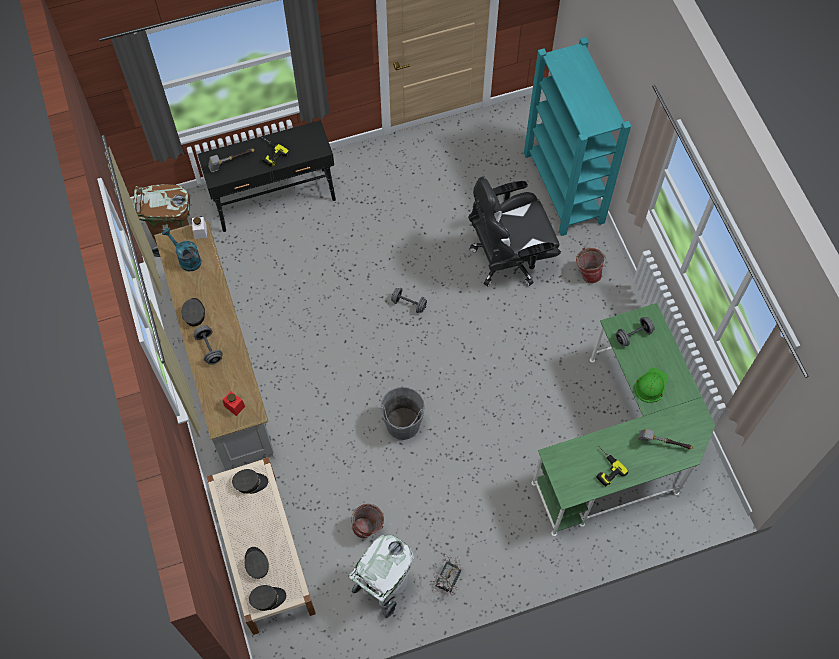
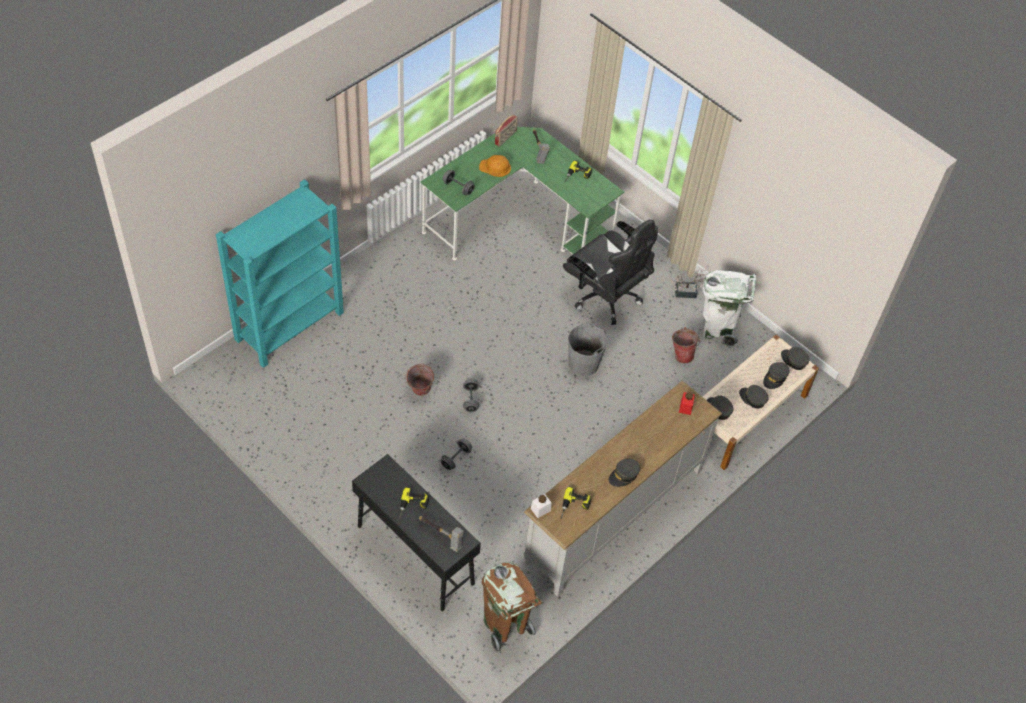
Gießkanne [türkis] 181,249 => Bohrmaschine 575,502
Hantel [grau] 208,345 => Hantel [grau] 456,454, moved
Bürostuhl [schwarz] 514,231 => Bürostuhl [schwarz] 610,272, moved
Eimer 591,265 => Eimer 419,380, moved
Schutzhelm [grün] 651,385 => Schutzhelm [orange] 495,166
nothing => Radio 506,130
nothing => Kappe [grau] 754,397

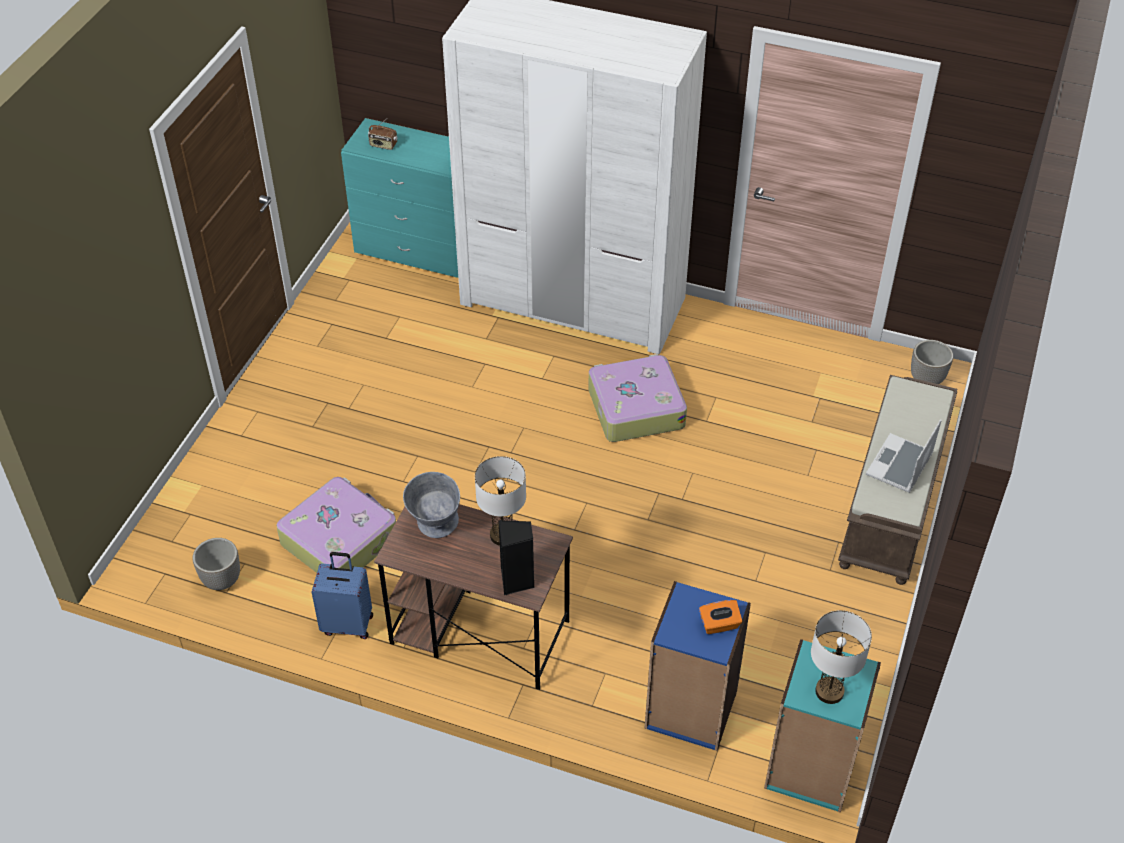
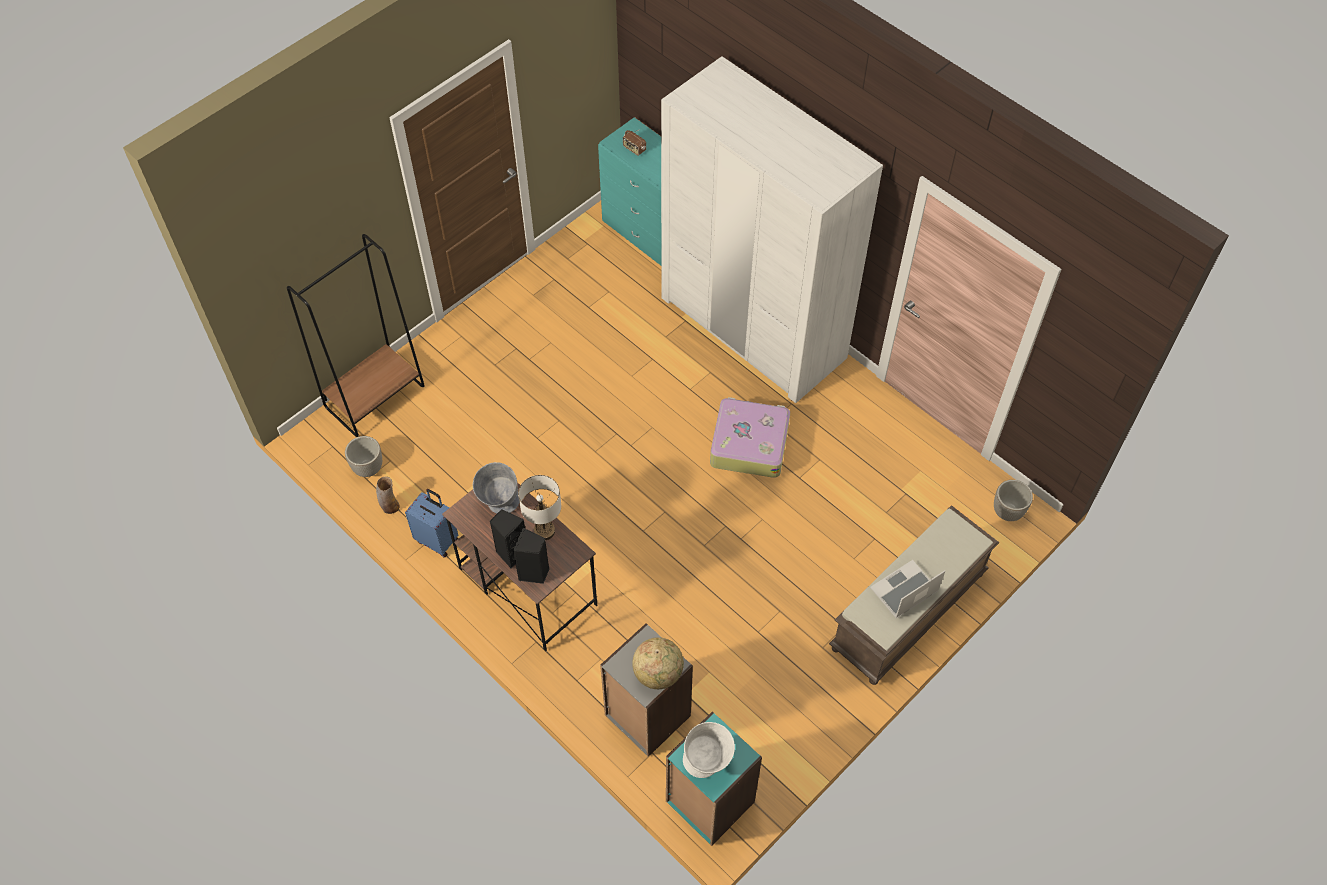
Koffer 336,525 => nothing
Bücherregal [blau] 697,666 => Bücherregal [grau] 646,690
Taschentuchbox [orange] 720,617 => Globus 658,663
Tischlampe 841,657 => Schüssel [weiß] 709,750
nothing => Kleiderständer 356,335
nothing => Vase 388,495
nothing => Lautsprecher [schwarz] 507,539

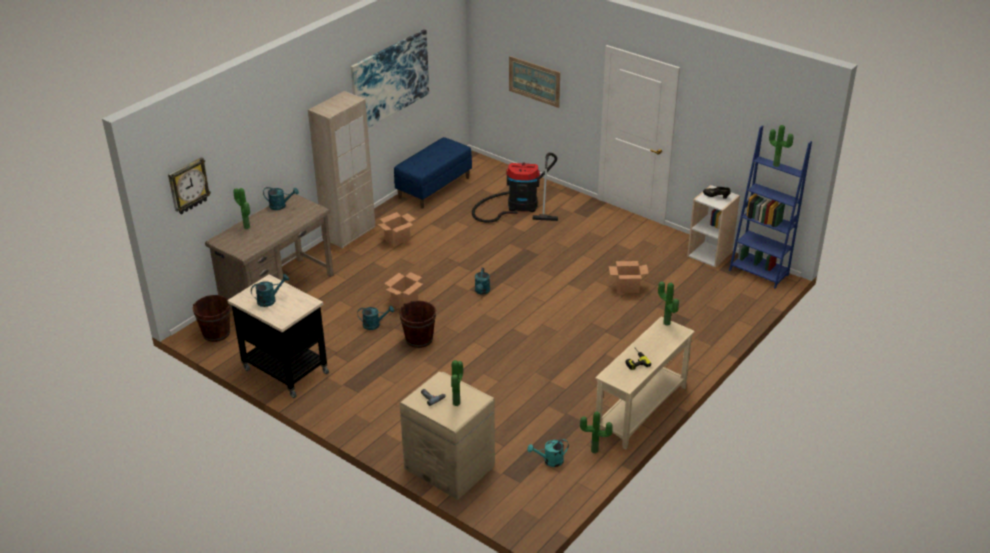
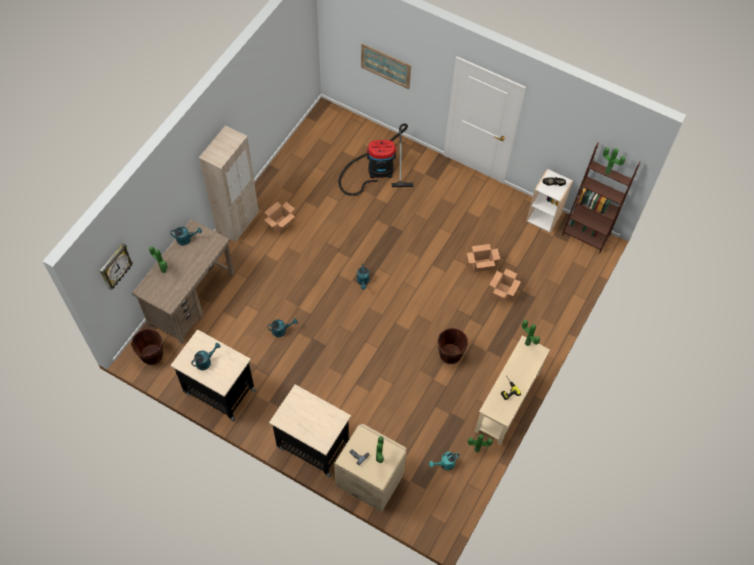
Bild 390,78 => nothing
Karton 403,290 => Karton 505,285, moved
Bank [blau] 433,172 => nothing
Eimer [braun] 417,324 => Eimer [braun] 453,346, moved
Bücherregal [blau] 770,207 => Bücherregal [braun] 600,198
nothing => Rollwagen [schwarz] 310,431

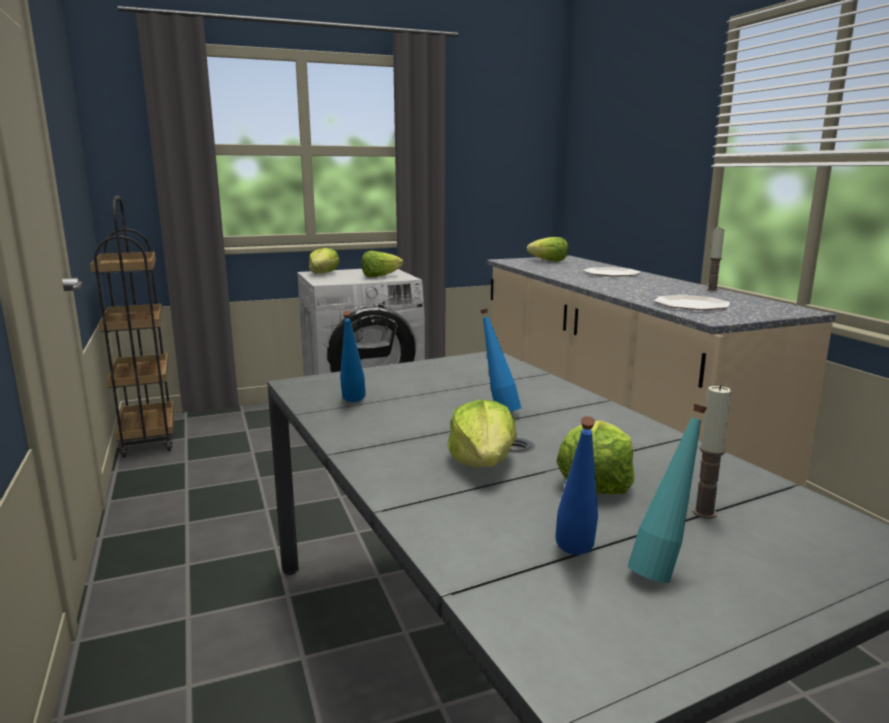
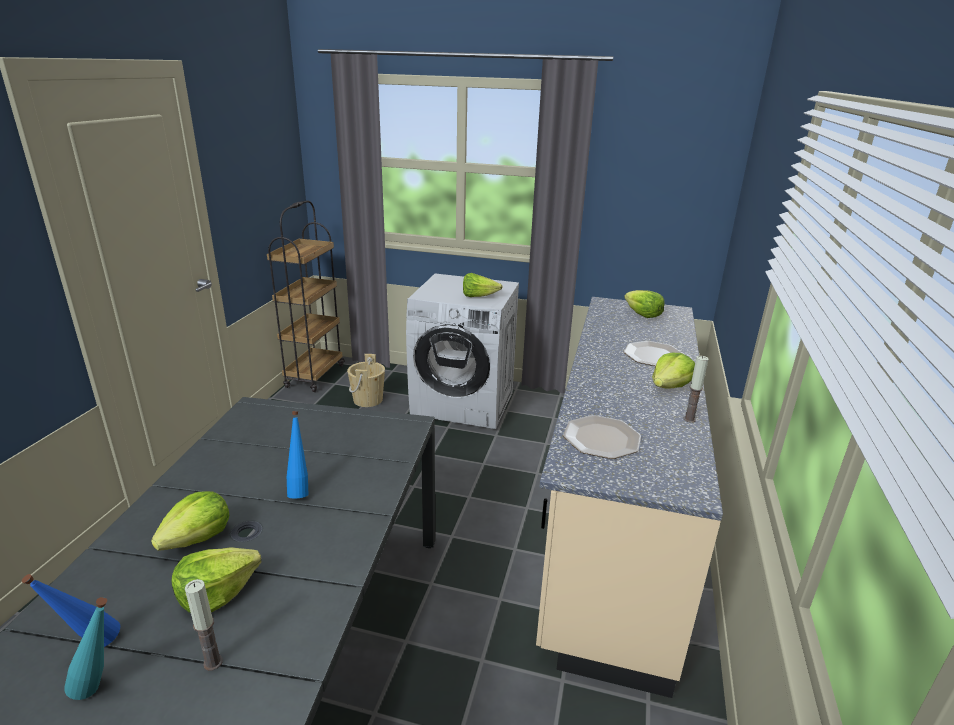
Salatkopf 324,261 => Salatkopf 673,371, moved
Flasche [blau] 353,356 => nothing
nothing => Eimer [beige] 366,380

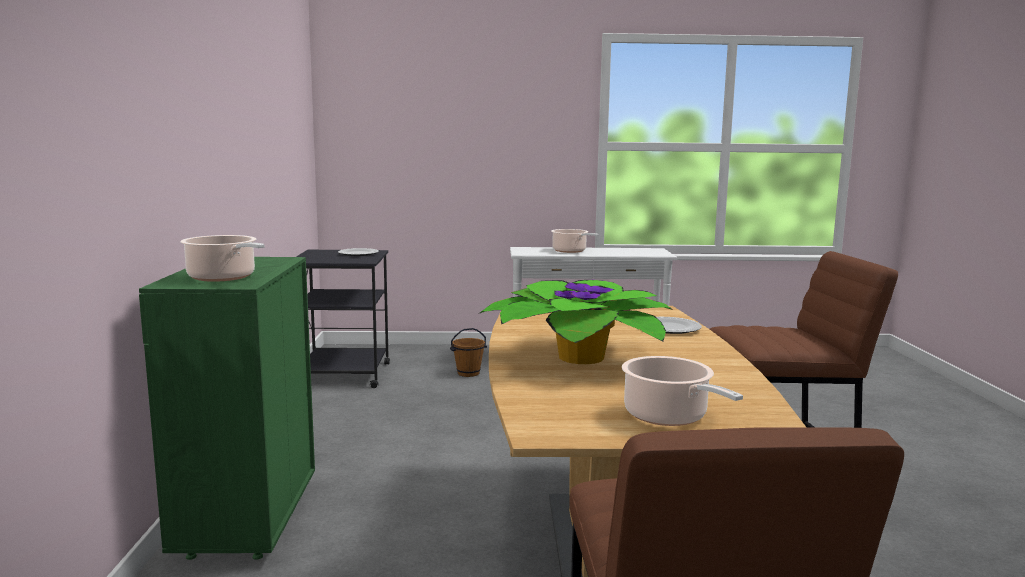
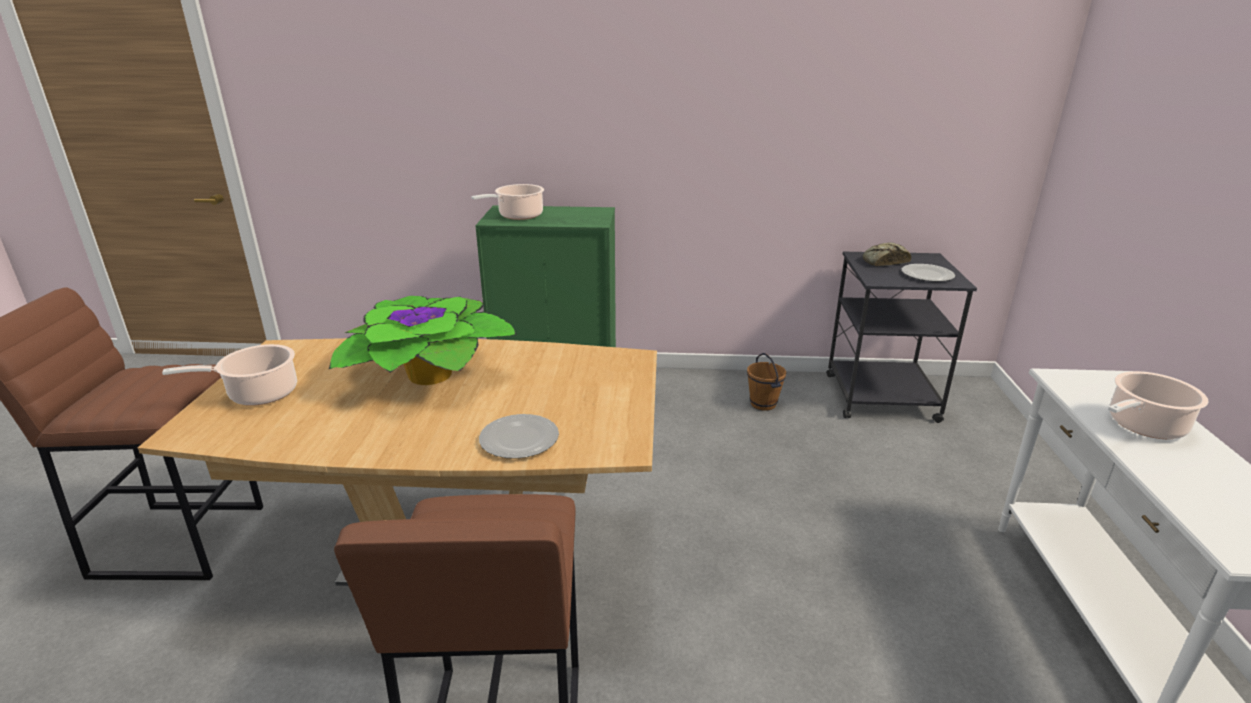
Eimer [braun] 468,352 => Eimer [braun] 766,382, moved
nothing => Brot 887,254

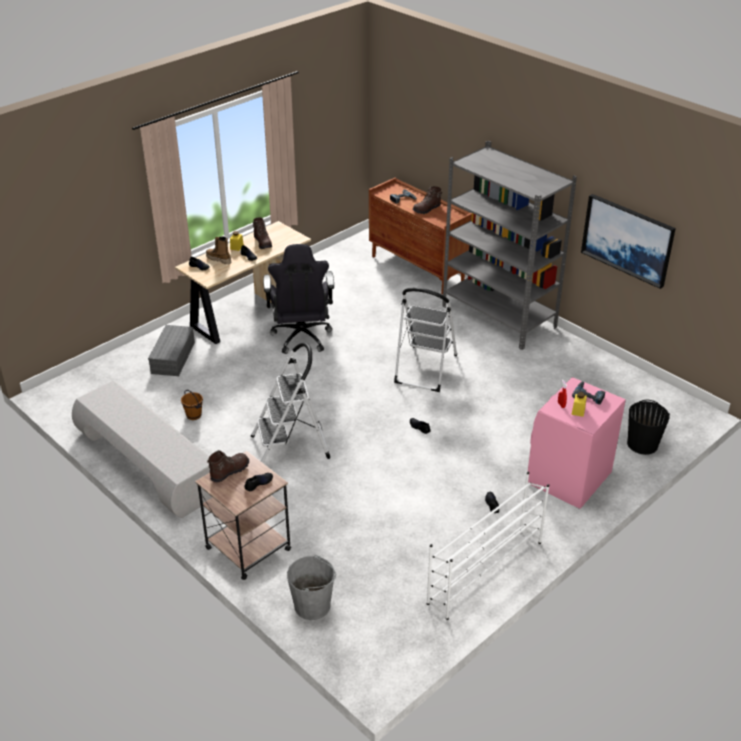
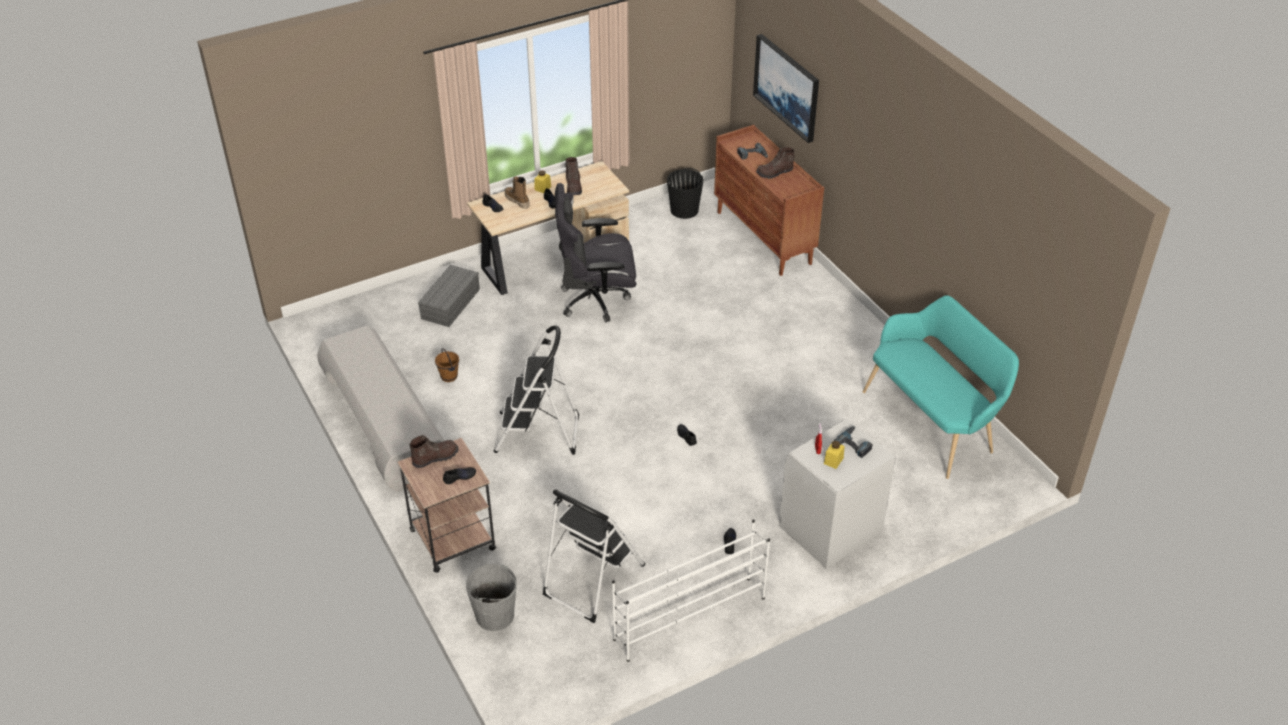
Bürostuhl [schwarz] 298,299 => Bürostuhl [schwarz] 595,252, 75 degrees clockwise
Trittleiter 425,340 => Trittleiter 594,556, moved
Bücherregal [grau] 509,245 => nothing
Waschmaschine [rosa] 577,443 => Waschmaschine [weiß] 837,493
Bild 628,241 => Bild 786,88, moved
Eimer [schwarz] 648,427 => Eimer [schwarz] 685,193, moved
nothing => Bank [türkis] 940,387

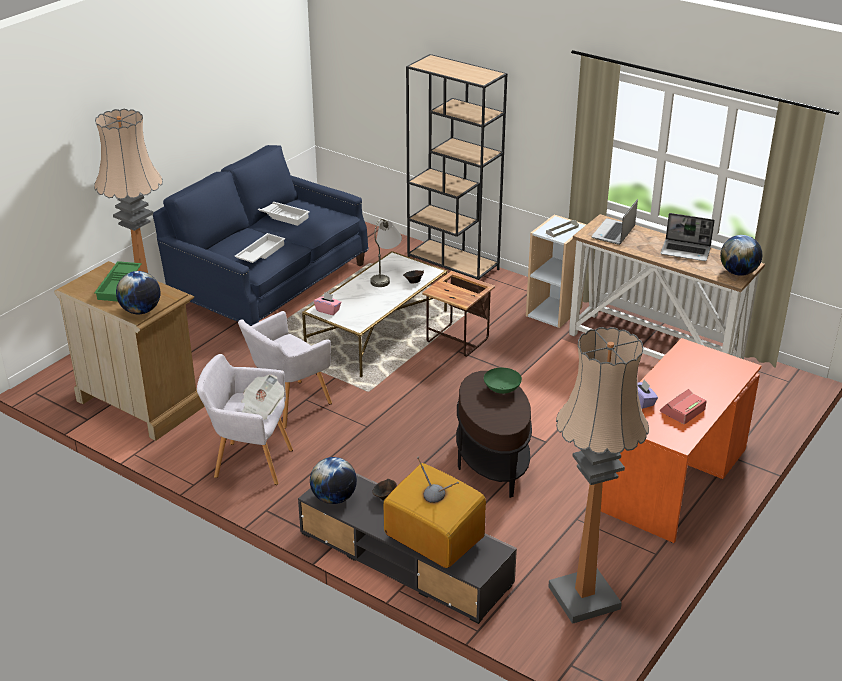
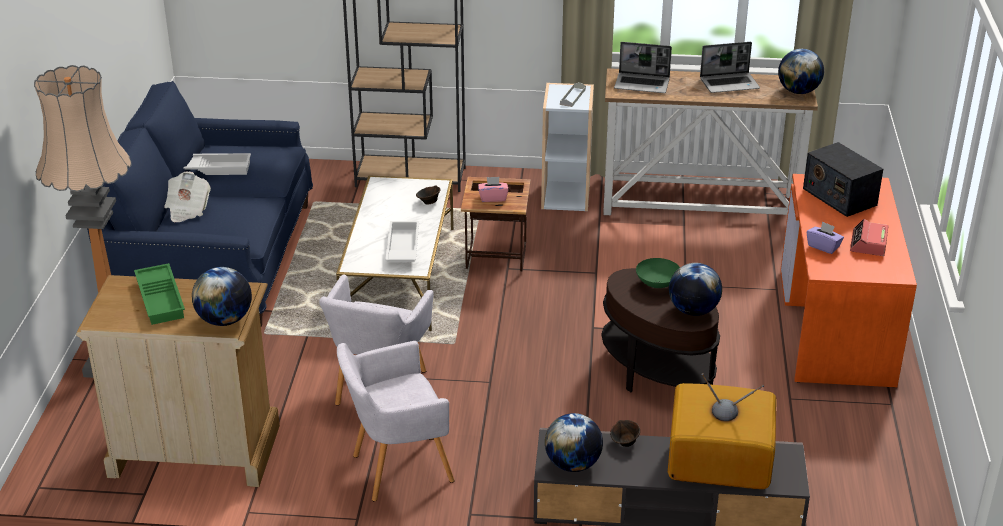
Tablett [weiß] 260,248 => Tablett [weiß] 402,241, moved
Zeitung 262,397 => Zeitung 187,197, moved
Taschentuchbox [rosa] 327,303 => Taschentuchbox [rosa] 493,189, moved
Tischlampe [grau] 386,253 => nothing
Stehlampe 598,475 => nothing
Laptop 614,222 => Laptop 643,67, 75 degrees counterclockwise
nothing => Globus 695,289
nothing => Radio 843,179

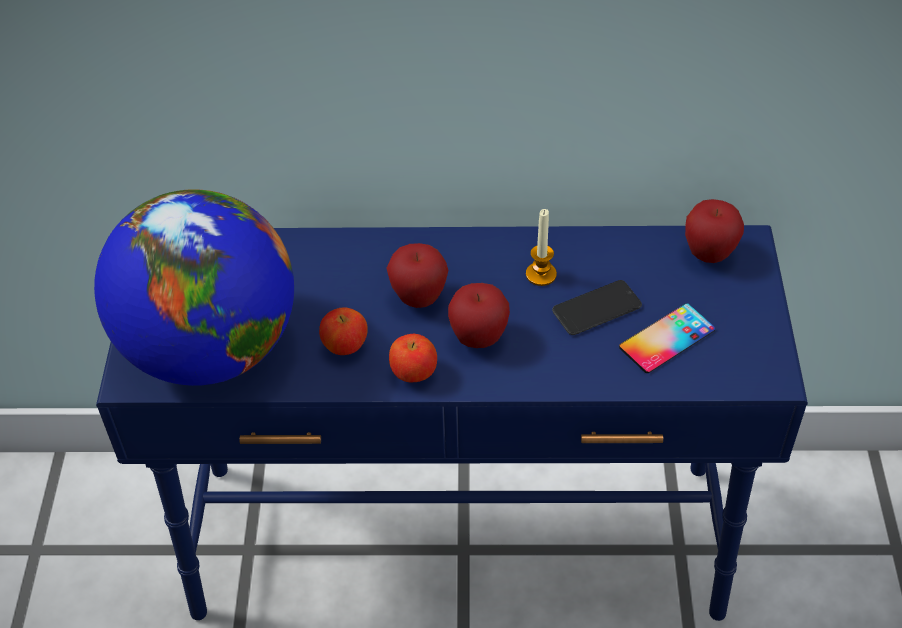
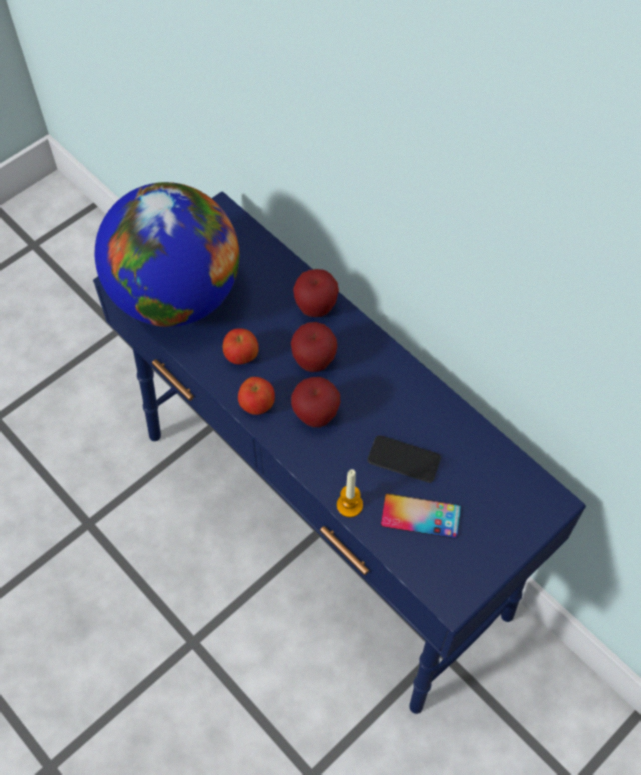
Kerze 541,247 => Kerze 350,493, moved
Apfel 714,231 => Apfel 316,293, moved

